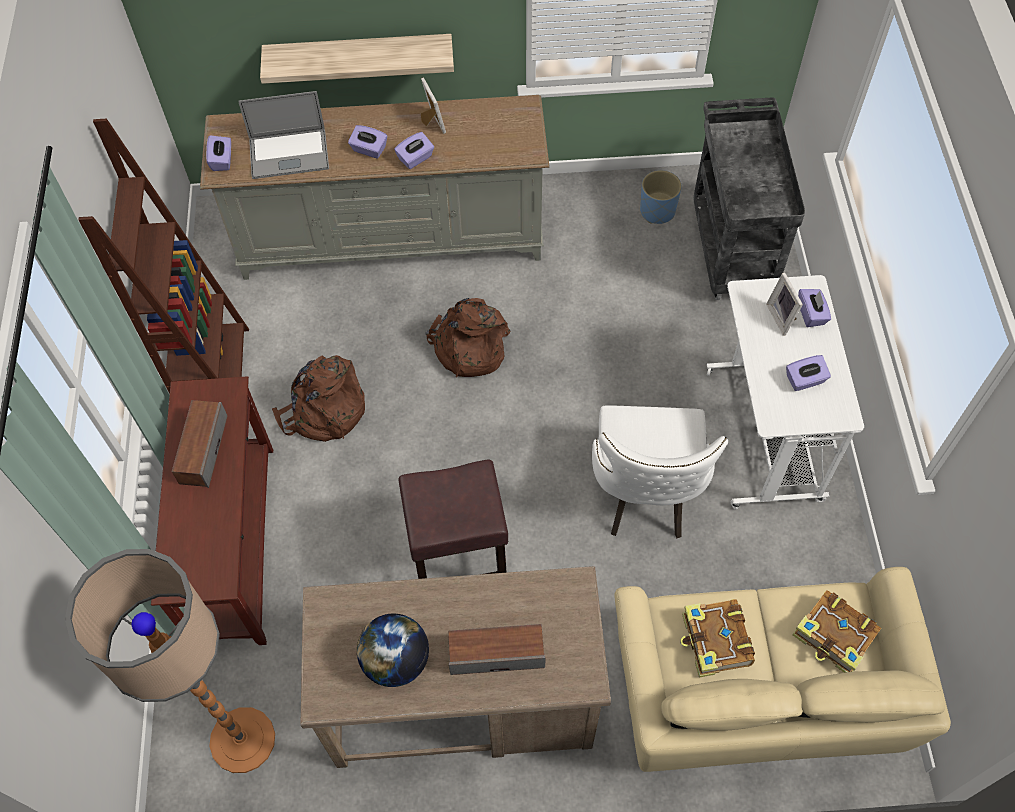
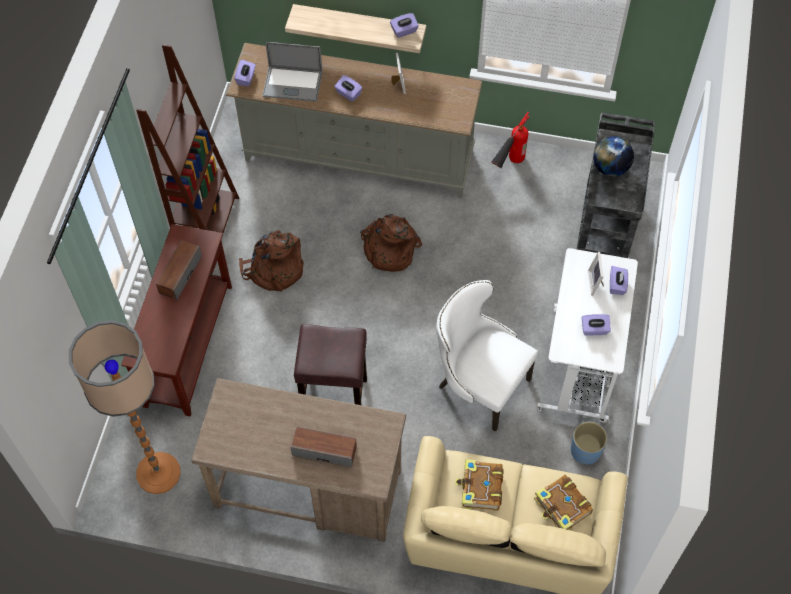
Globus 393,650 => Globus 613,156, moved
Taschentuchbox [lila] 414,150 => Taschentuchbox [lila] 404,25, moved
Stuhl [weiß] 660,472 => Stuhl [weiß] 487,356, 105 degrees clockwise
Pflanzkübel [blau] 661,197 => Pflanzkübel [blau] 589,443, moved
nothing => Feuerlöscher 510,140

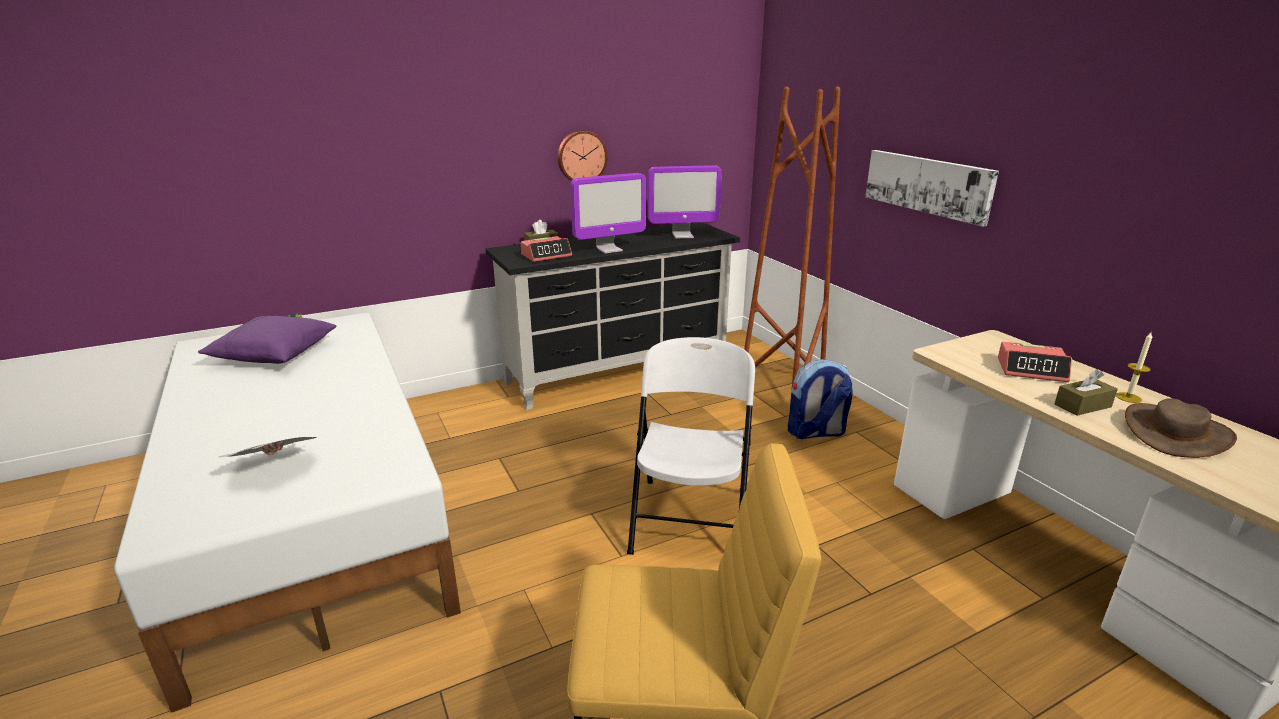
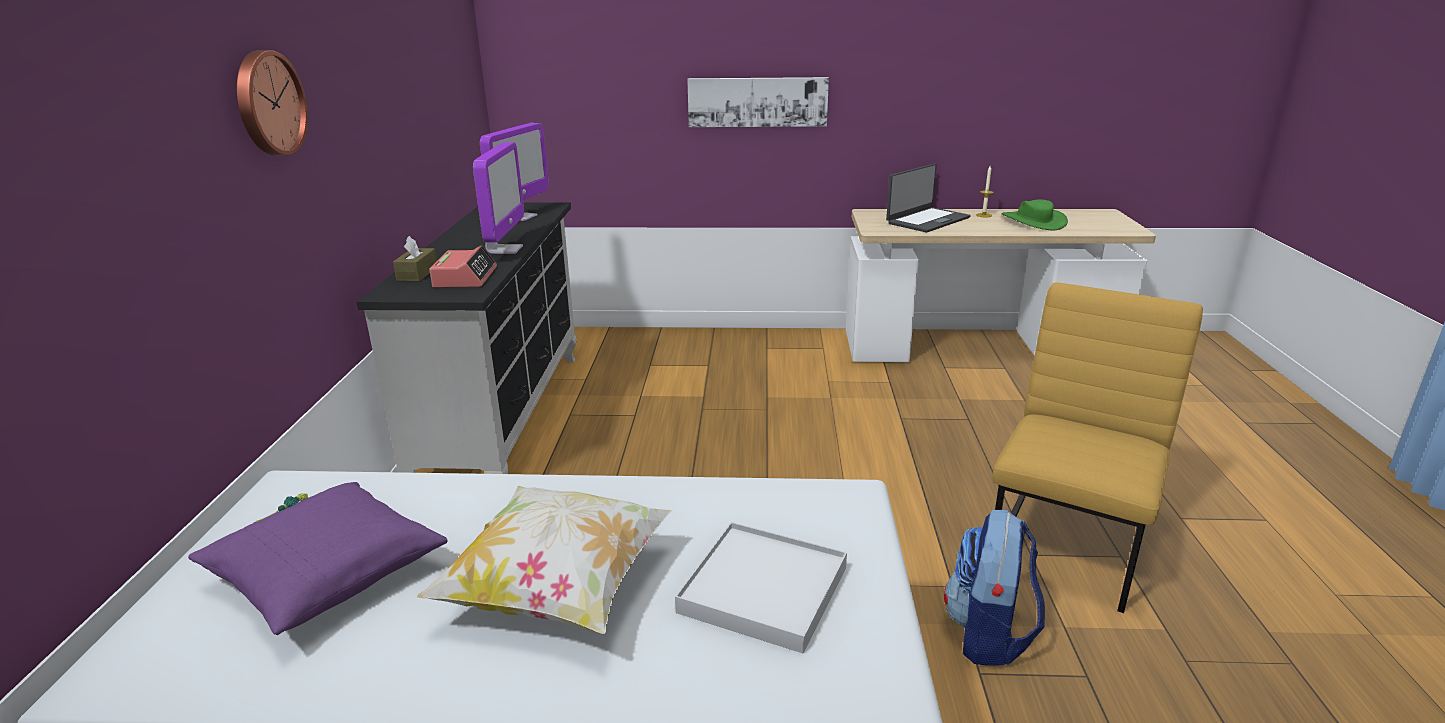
Zeitung 268,447 => Tablett [weiß] 761,588
Wanduhr 582,155 => Wanduhr 272,103, moved
Stuhl [weiß] 691,446 => nothing
Kleiderständer [braun] 792,239 => nothing
Rucksack 820,399 => Rucksack 994,588, moved
Wecker 1035,362 => Laptop 928,198
Taschentuchbox [braun] 1086,392 => nothing
Hut [braun] 1181,428 => Hut [grün] 1034,215
nothing => Kissen 544,560

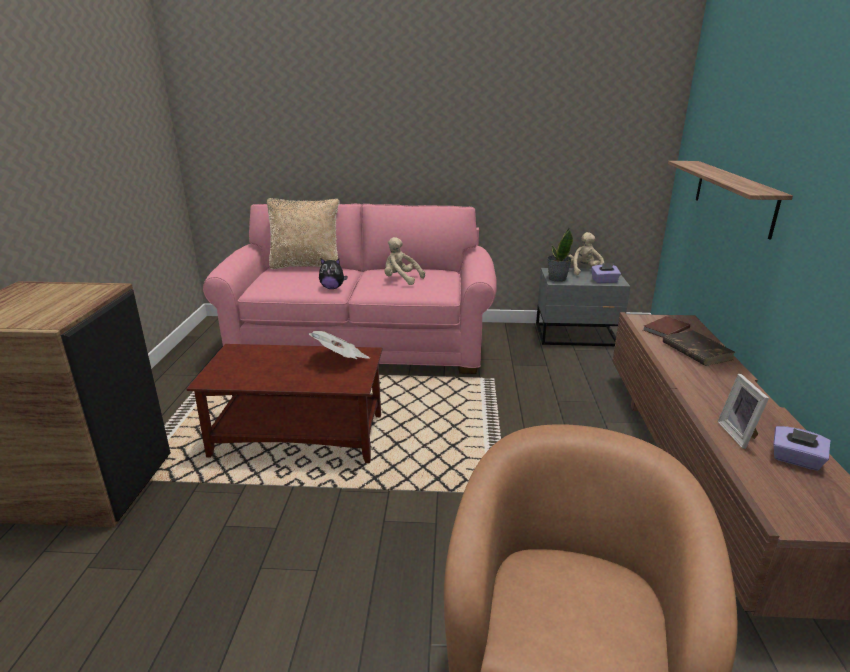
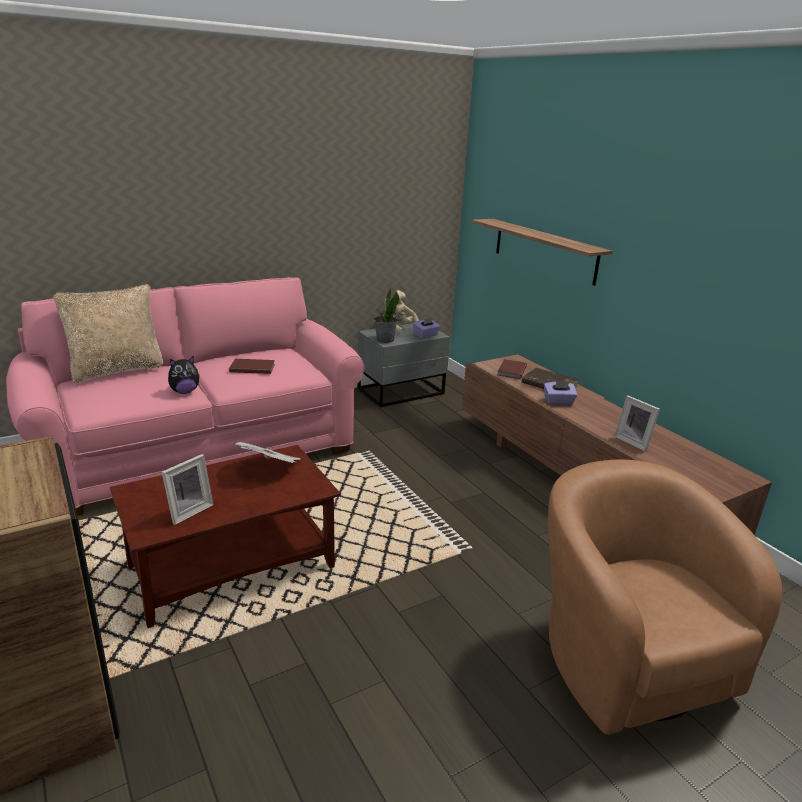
Plüschtier [beige] 404,261 => Buch [braun] 252,366
Taschentuchbox [lila] 801,448 => Taschentuchbox [lila] 561,393, moved
nothing => Bilderrahmen 187,489

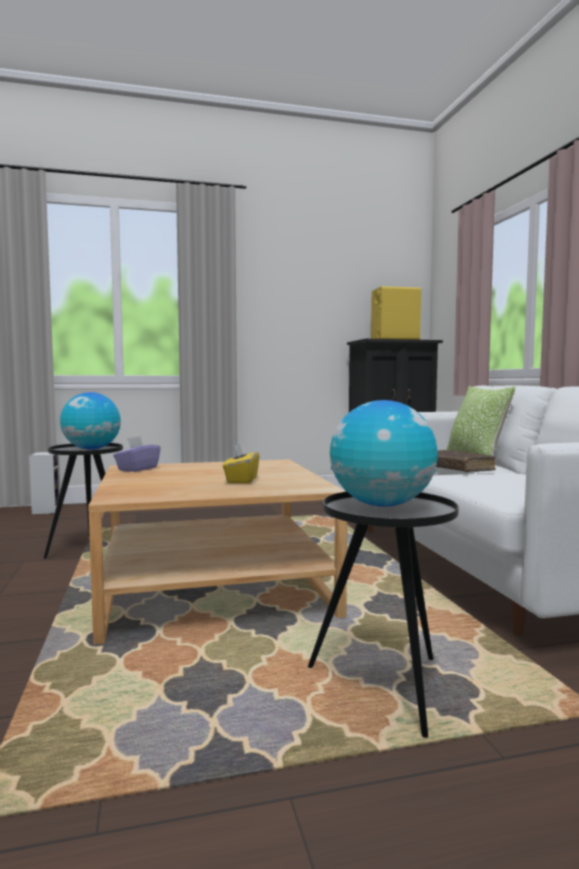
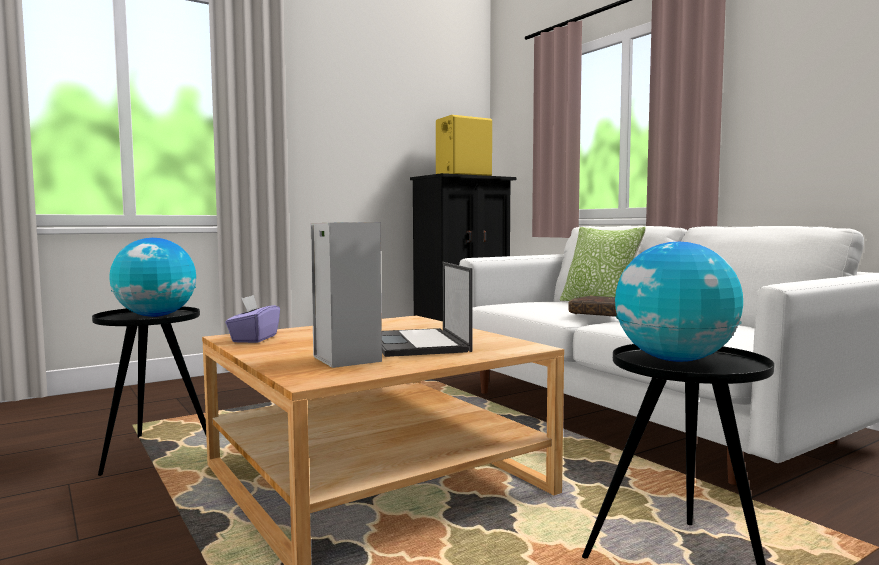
Lautsprecher 45,483 => Lautsprecher 346,295, moved
Taschentuchbox [gelb] 241,463 => Laptop 427,309

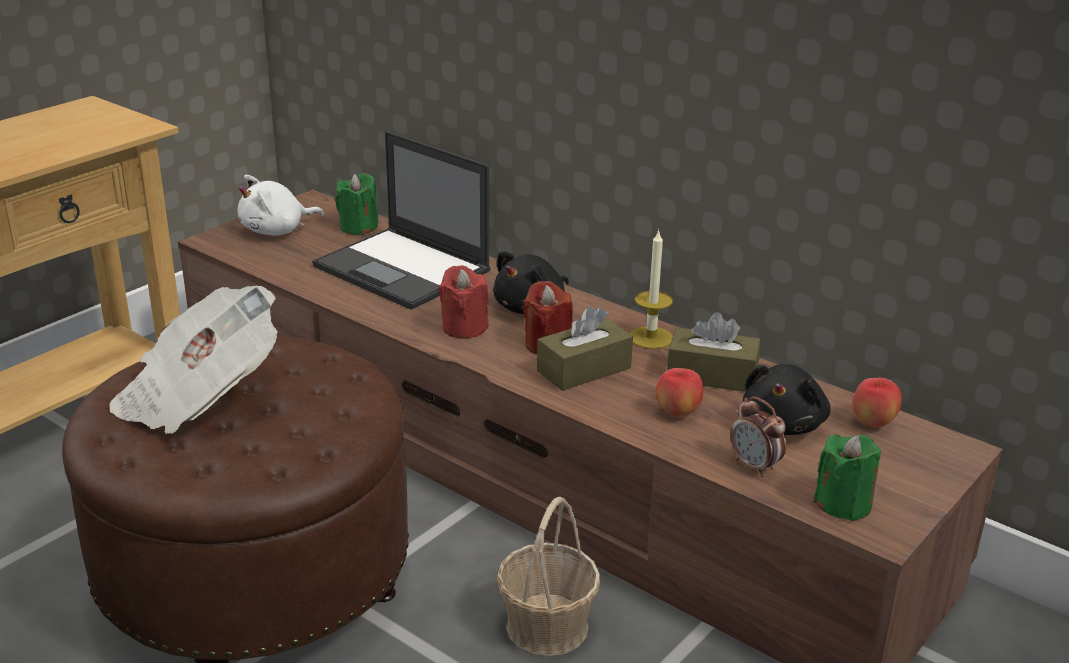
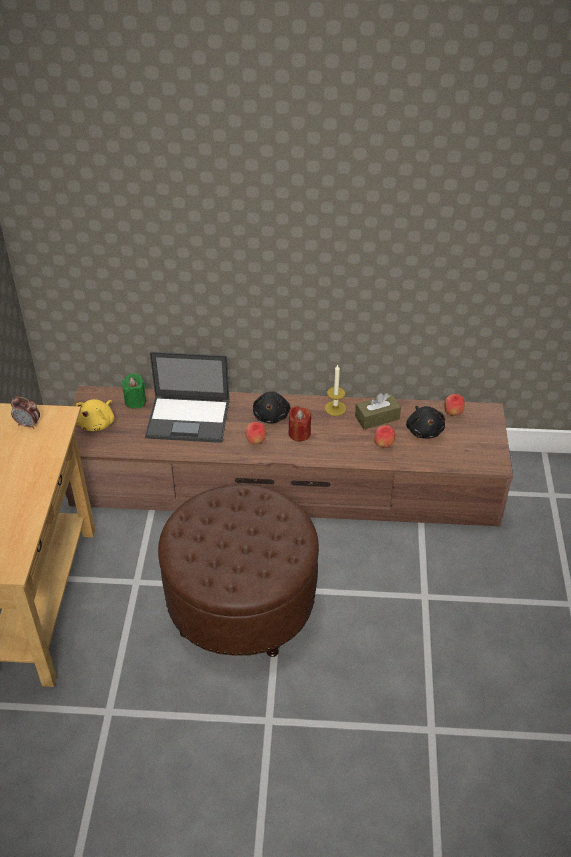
Zeitung 193,360 => nothing
Plüschtier [weiß] 281,205 => Plüschtier [gelb] 95,415
Kerze [rot] 464,302 => Apfel 255,433
Korb 548,577 => nothing
Taschentuchbox [braun] 585,348 => nothing
Wecker 758,436 => Wecker 25,412, moved
Kerze [grün] 847,477 => nothing

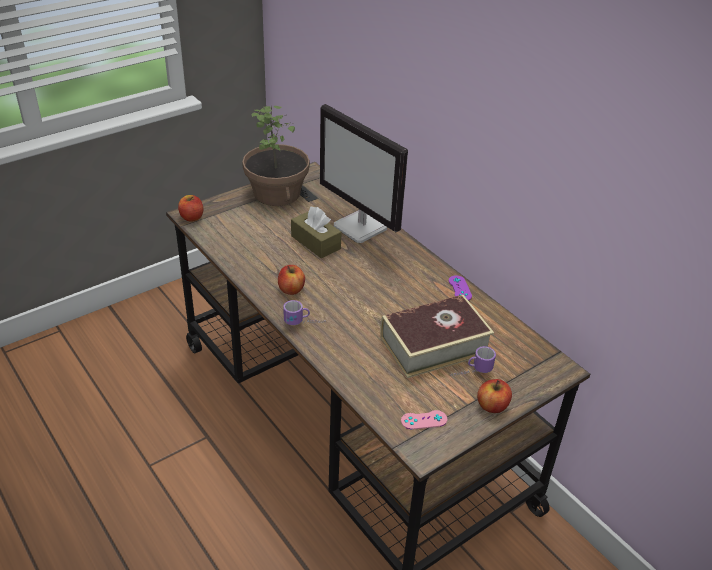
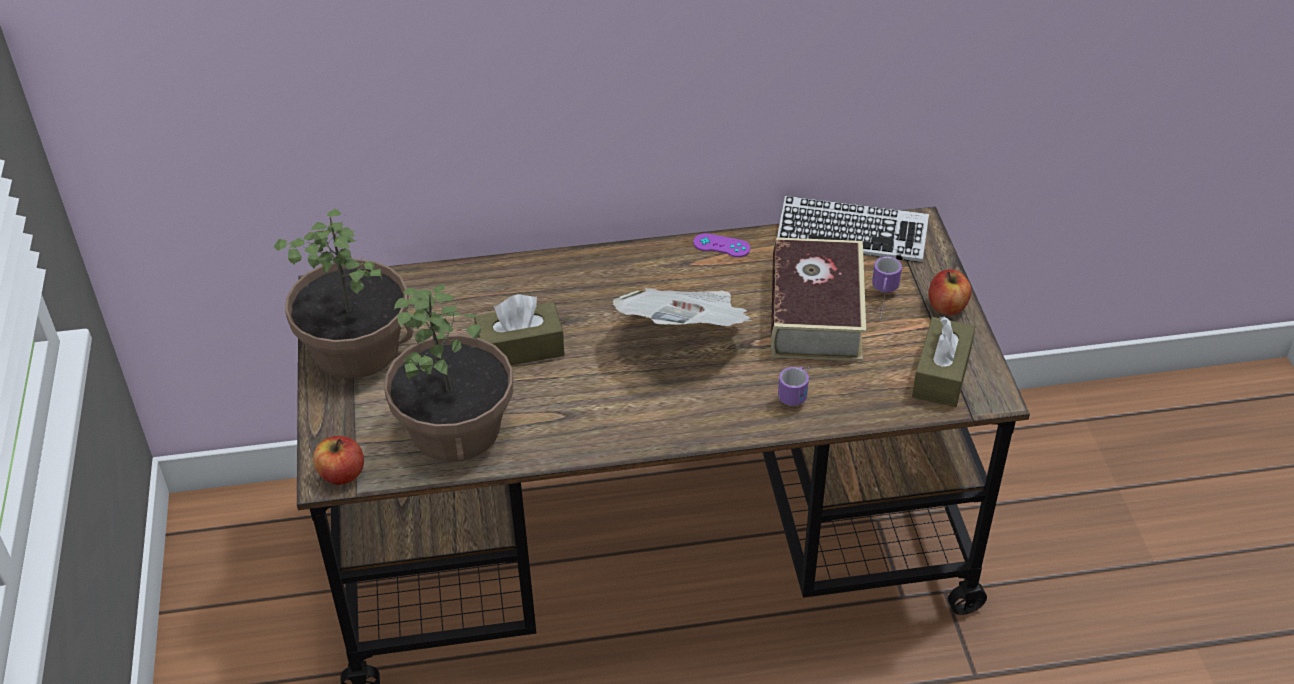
Apfel 291,280 => nothing
Henkelbecher 304,312 => Henkelbecher 793,386, moved
Monitor 364,173 => nothing
Gamepad [rosa] 424,420 => Taschentuchbox [braun] 943,361
nothing => Topfpflanze 448,373
nothing => Zeitung 682,307
nothing => Tastatur 853,229

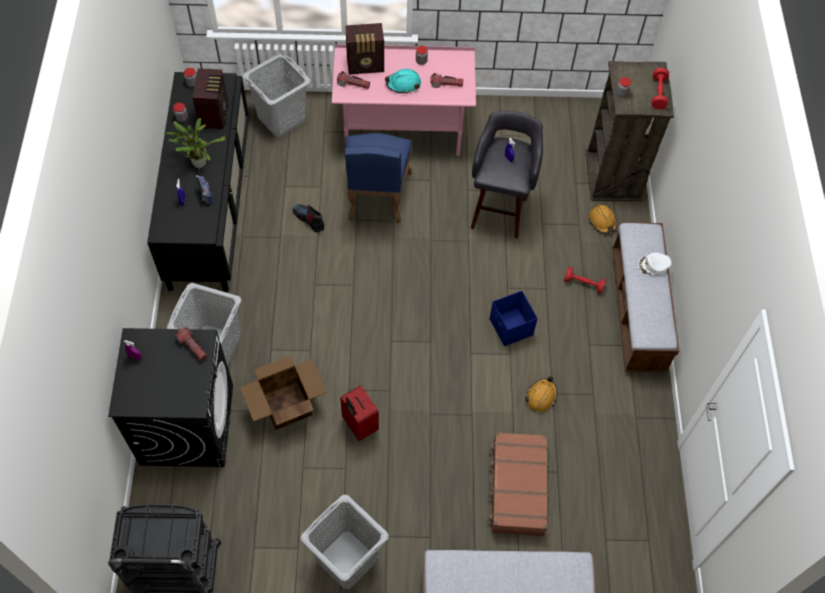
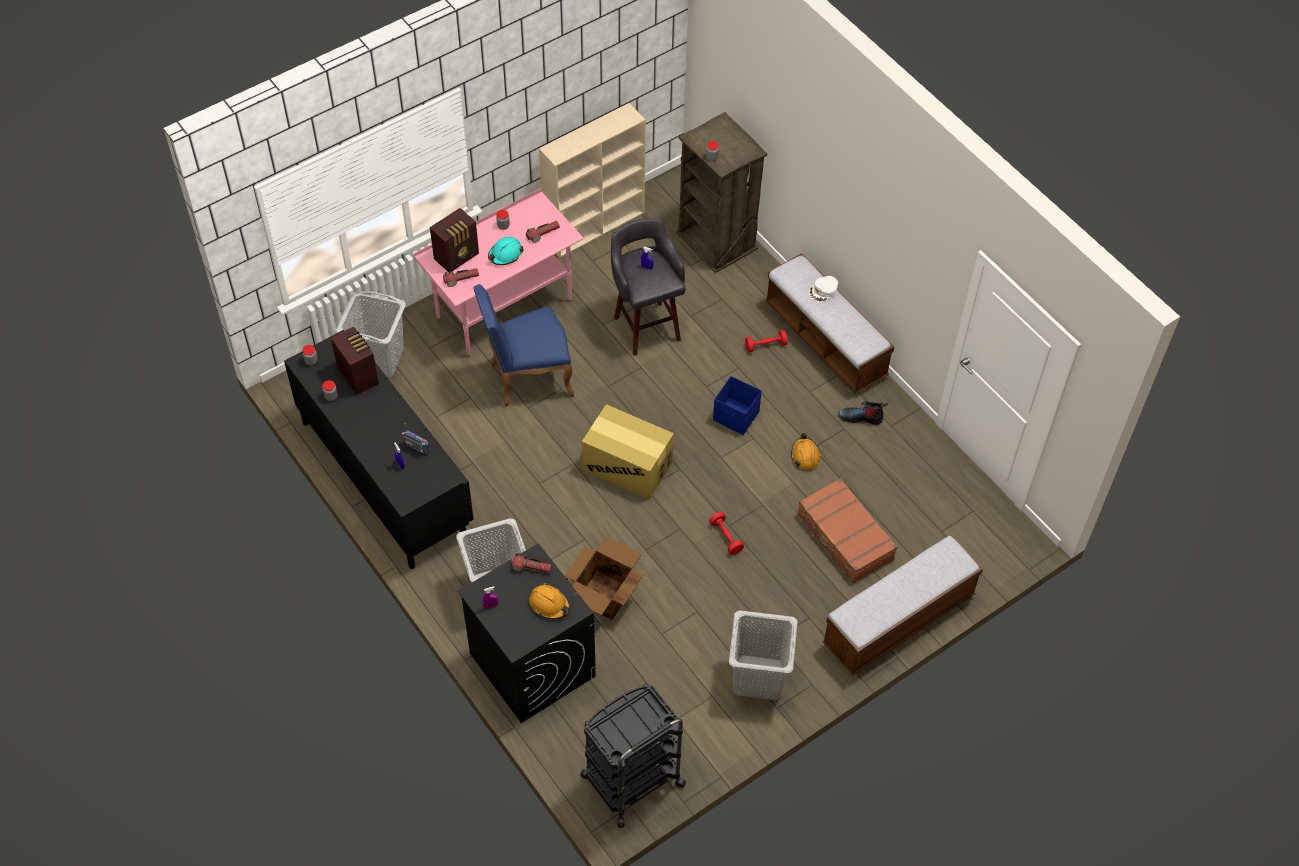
Topfpflanze 195,143 => nothing
Stiefel 308,218 => Stiefel 863,413, moved
Koffer [rot] 359,413 => nothing
Stuhl [blau] 378,178 => Stuhl [blau] 523,345, 105 degrees clockwise
Schutzhelm [orange] 603,219 => Schutzhelm [orange] 549,601, moved
Hantel [rot] 660,88 => Hantel [rot] 726,533, moved
nothing => Bücherregal [beige] 592,180
nothing => Karton 628,452

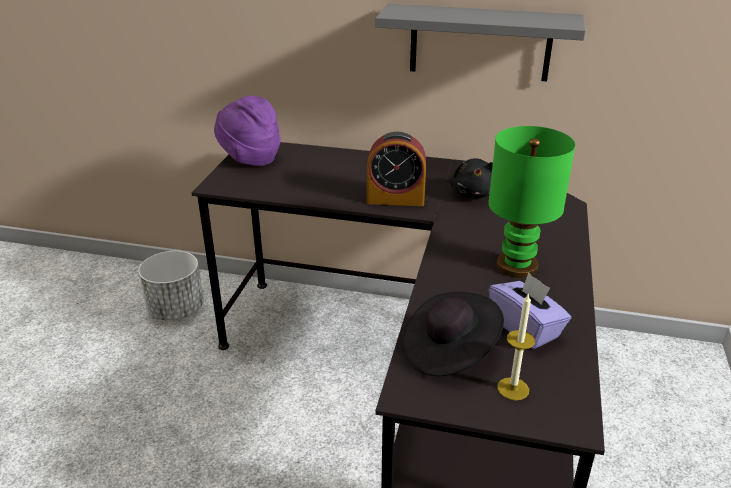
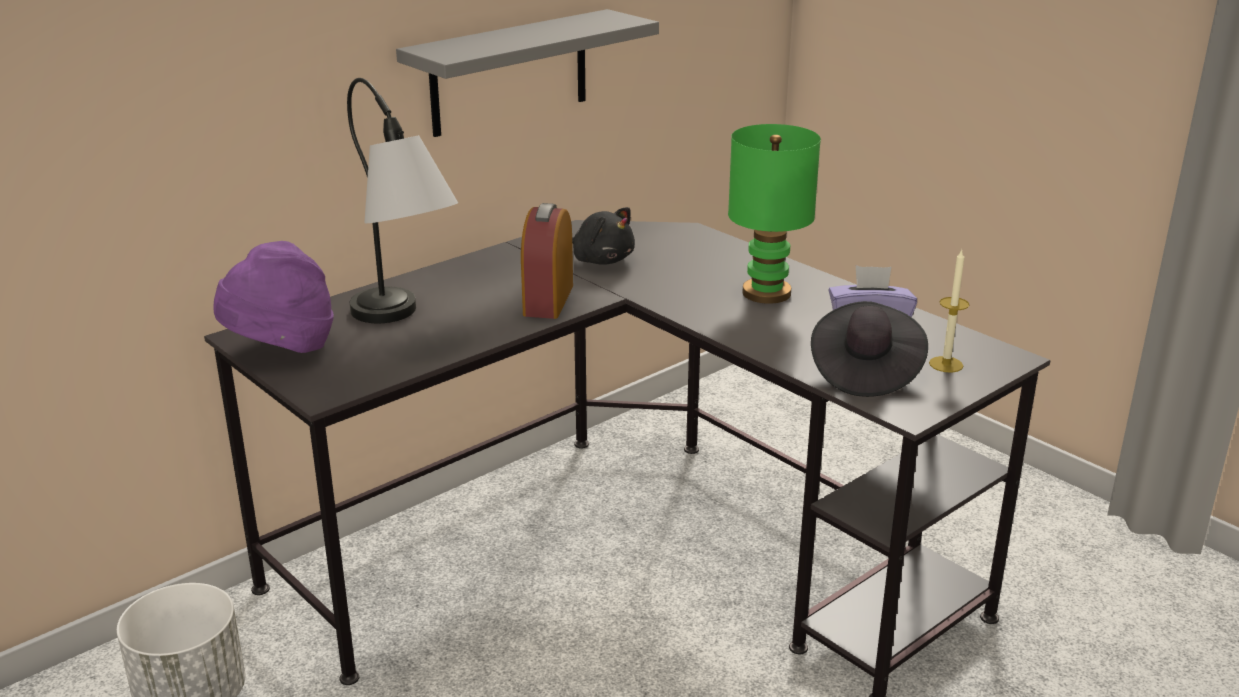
Wecker 396,169 => Wecker 547,261, 150 degrees clockwise
nothing => Tischlampe 402,200

